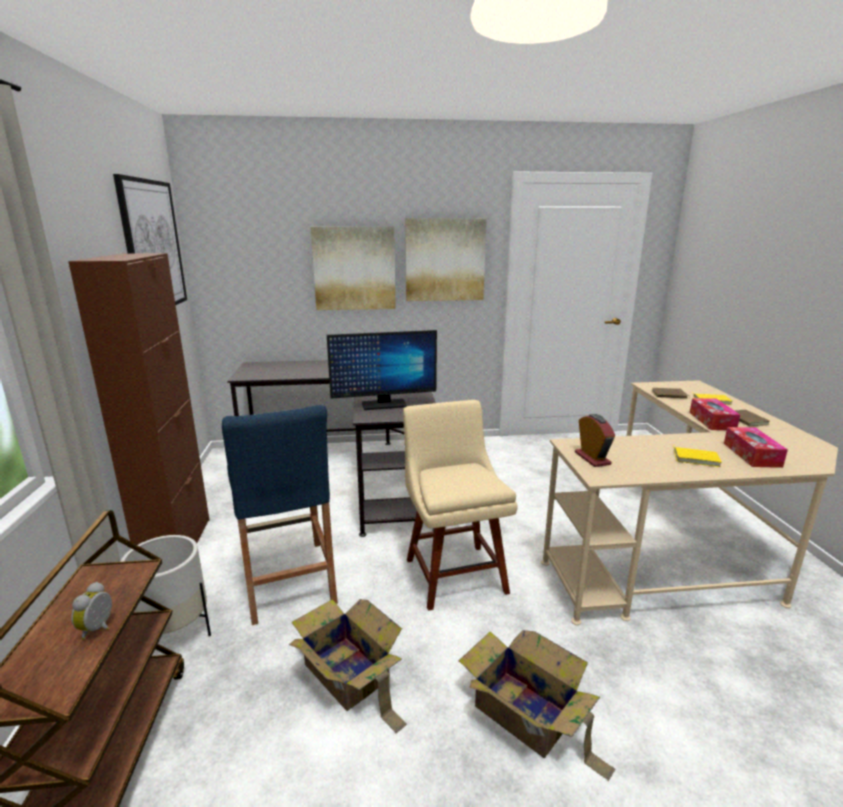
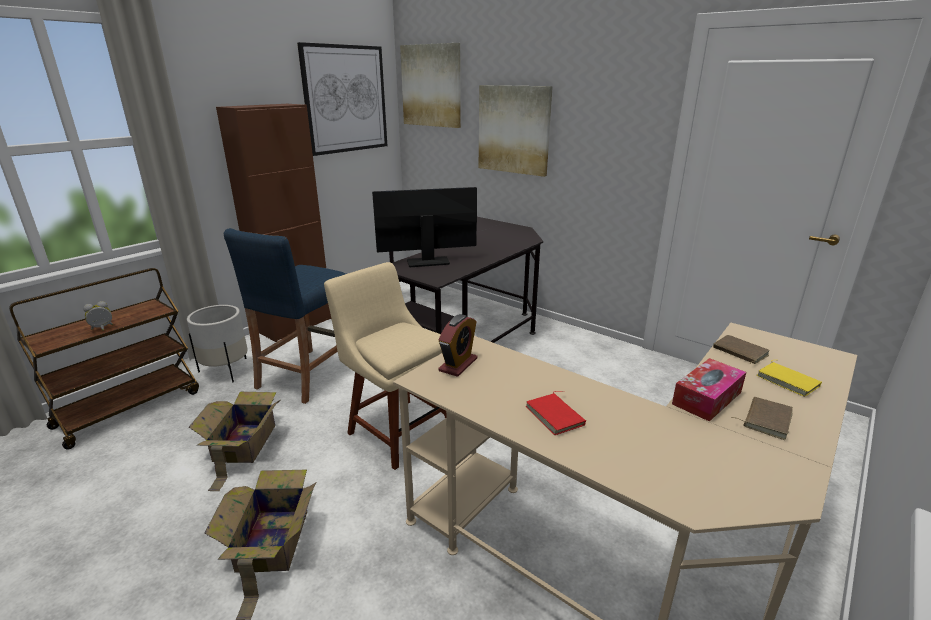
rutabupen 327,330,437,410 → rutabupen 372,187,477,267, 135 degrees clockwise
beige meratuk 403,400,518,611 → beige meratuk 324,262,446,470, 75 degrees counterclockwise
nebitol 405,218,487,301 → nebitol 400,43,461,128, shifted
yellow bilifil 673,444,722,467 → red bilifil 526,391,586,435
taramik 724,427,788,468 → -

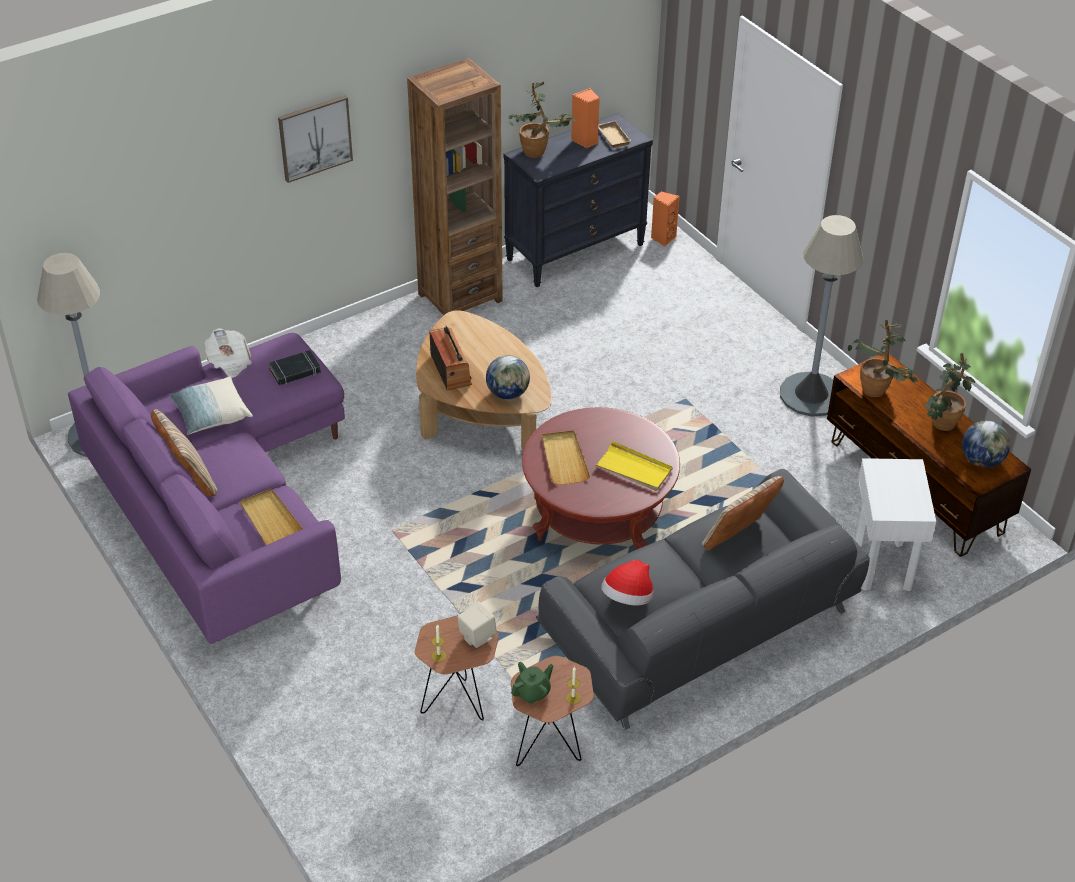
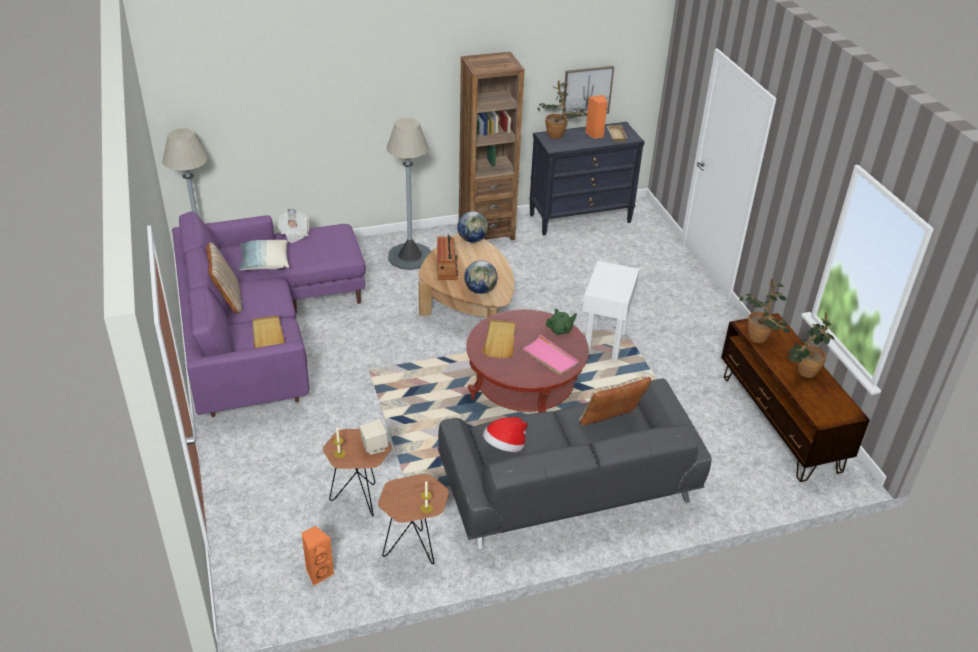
black bilifil 269,350,321,385 → -
nebitol 278,95,353,183 → nebitol 562,66,614,118, shifted
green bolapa 511,662,553,704 → green bolapa 546,308,577,336, shifted
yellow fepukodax 594,441,673,491 → pink fepukodax 520,334,579,376
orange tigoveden 651,191,680,247 → orange tigoveden 301,526,334,586, shifted
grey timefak 780,215,864,417 → grey timefak 386,118,431,270, shifted
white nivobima 855,458,936,591 → white nivobima 582,261,639,360, shifted
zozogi 962,421,1011,468 → zozogi 457,211,488,243, shifted

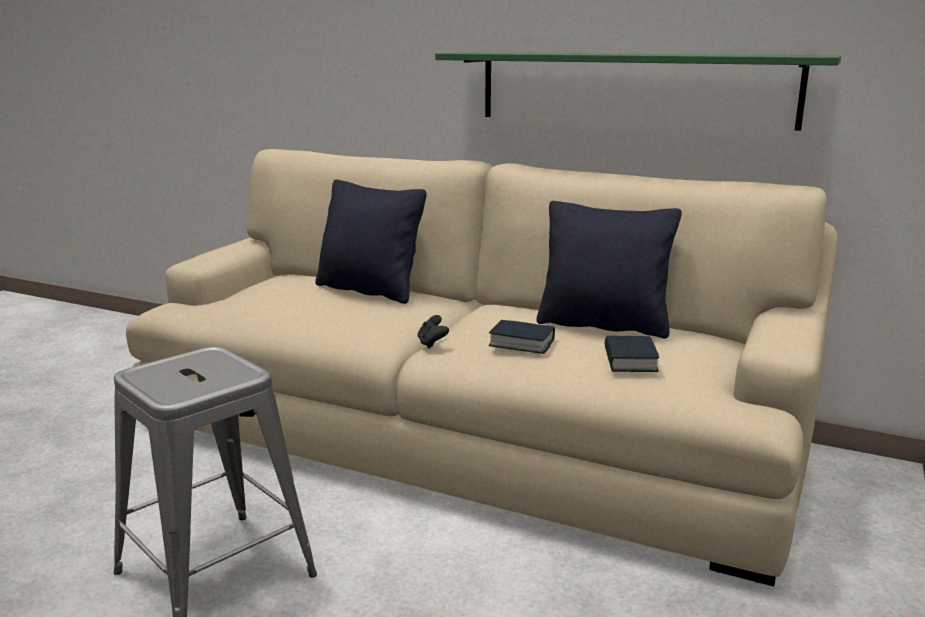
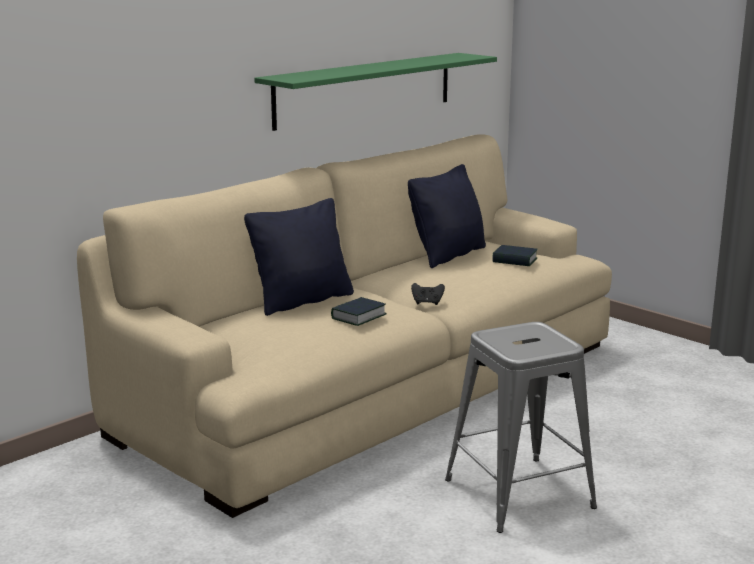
bilifil 489,320,555,354 → bilifil 331,297,387,326, shifted

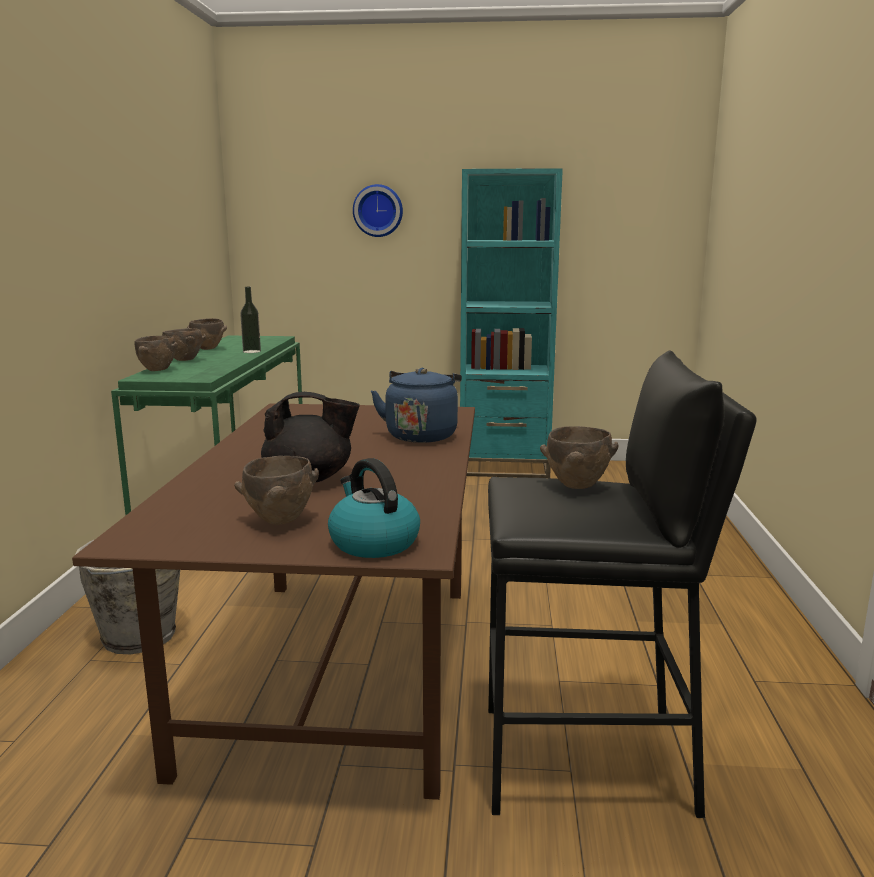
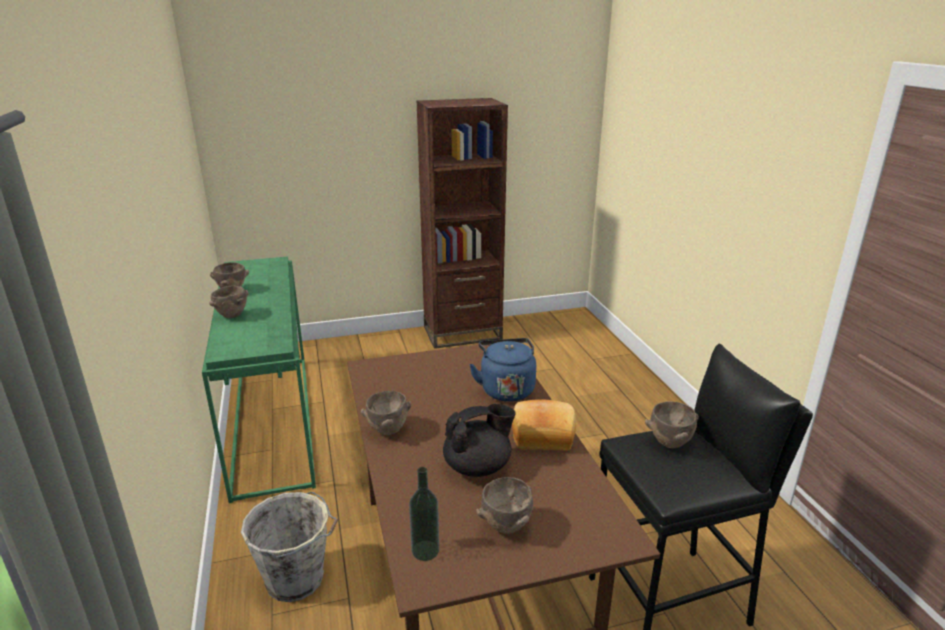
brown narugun 135,336,178,371 → brown narugun 361,391,411,435, shifted
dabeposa 240,287,261,353 → dabeposa 409,467,439,561, shifted
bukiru 328,458,420,558 → -
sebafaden 353,184,403,237 → -
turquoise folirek 460,168,563,478 → brown folirek 416,98,508,349
- → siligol 512,399,576,451

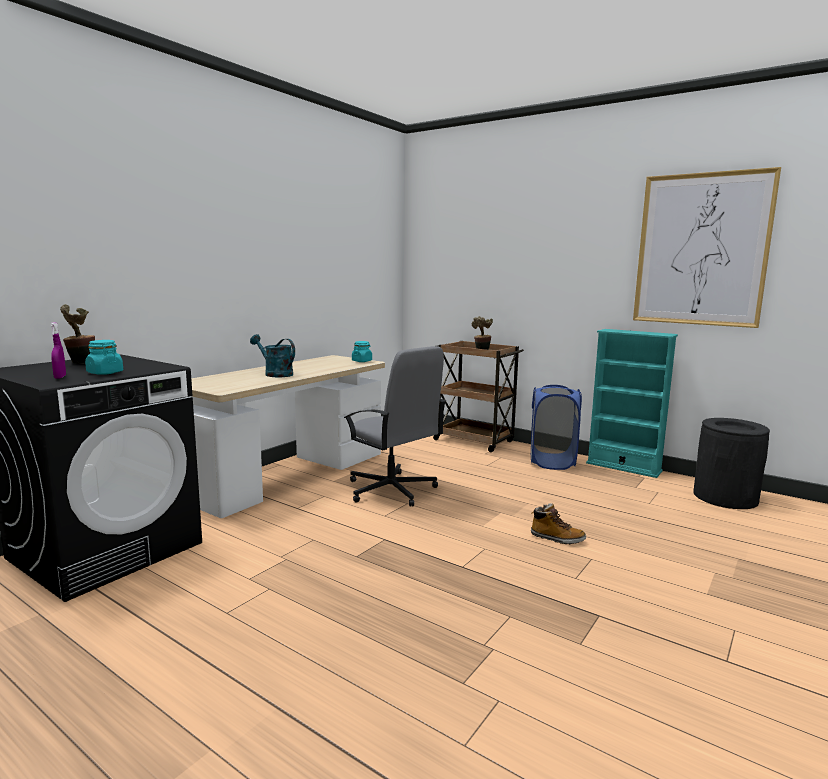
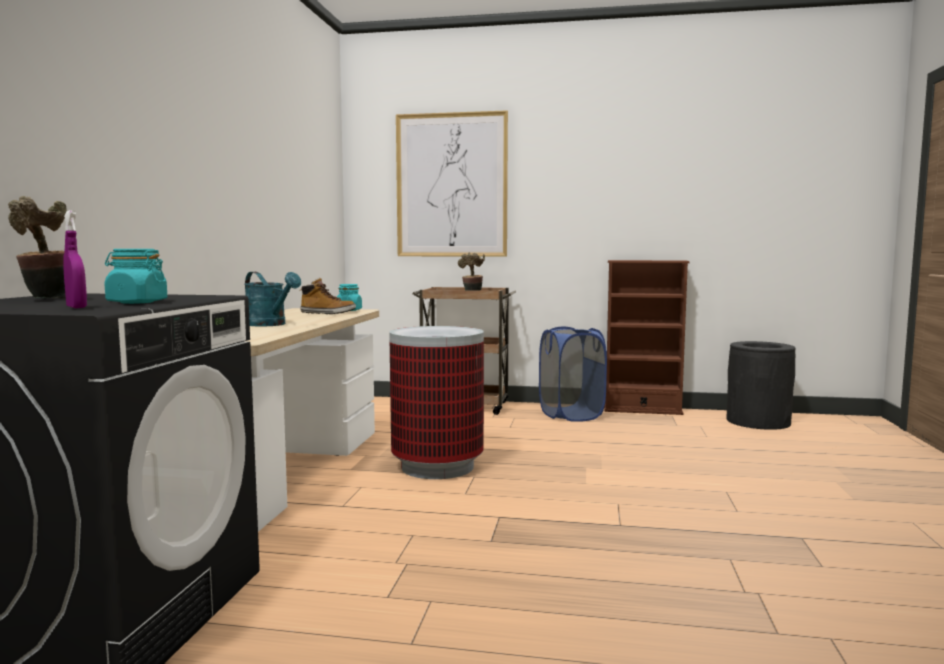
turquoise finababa 250,334,295,377 → turquoise finababa 245,272,301,326, 150 degrees counterclockwise
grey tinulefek 344,346,446,507 → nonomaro 389,326,484,479
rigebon 531,503,586,544 → rigebon 300,277,356,314, shifted
turquoise folirek 586,329,678,478 → brown folirek 604,260,689,415
nebitol 633,167,781,328 → nebitol 396,110,508,257, shifted

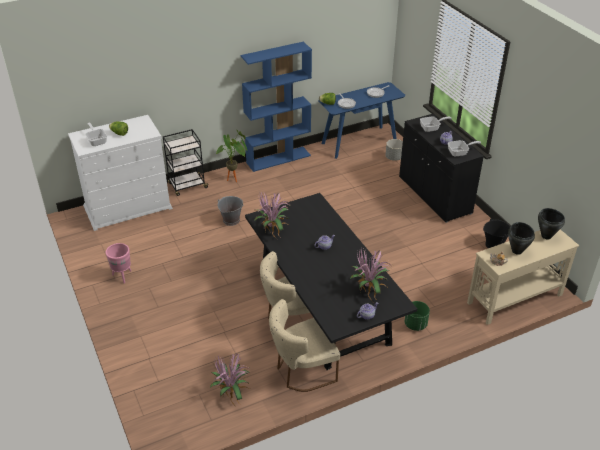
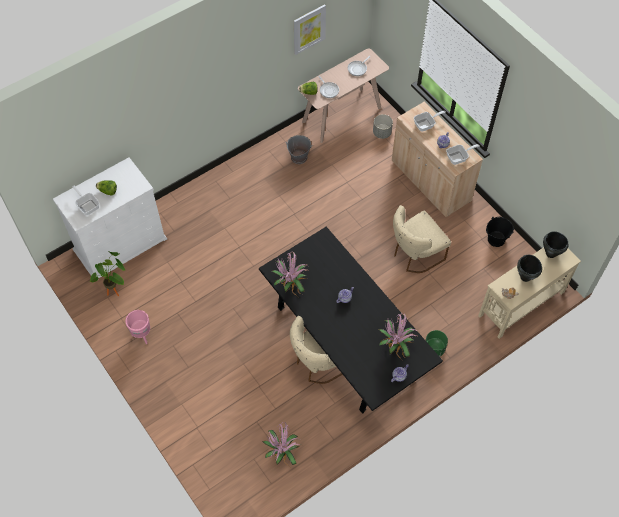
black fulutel 163,129,210,196 → -
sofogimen 216,130,248,182 → sofogimen 90,251,126,296, shifted
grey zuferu 217,196,244,226 → grey zuferu 286,135,313,164, shifted
blue folirek 240,42,312,172 → -
beige meratuk 269,299,340,392 → beige meratuk 393,205,451,273, shifted
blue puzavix 318,82,405,159 → beige puzavix 298,48,389,143
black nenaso 399,114,484,223 → beige nenaso 392,102,483,217
- → nebitol 294,4,326,55

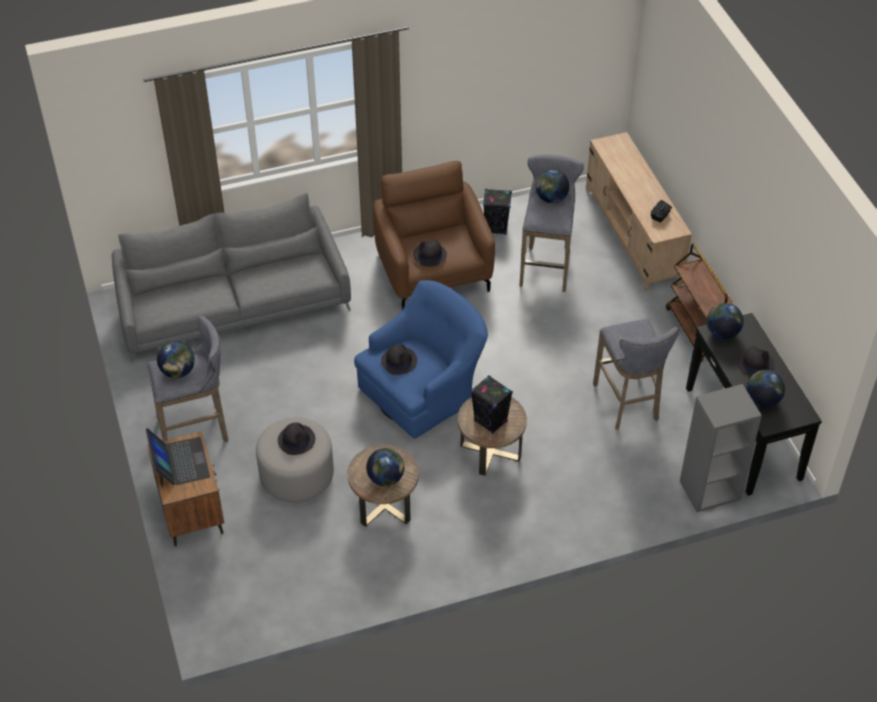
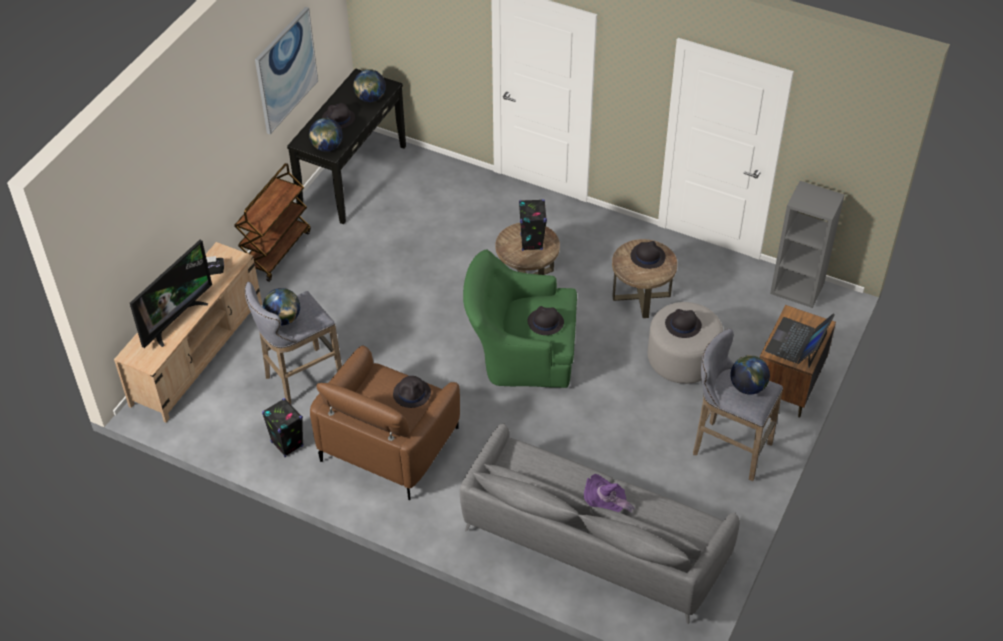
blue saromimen 354,280,488,439 → green saromimen 463,249,577,388
zozogi 366,448,404,487 → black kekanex 630,241,666,269
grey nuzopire 593,319,679,430 → -
grey folirek 680,384,762,512 → grey folirek 770,181,844,308, shifted
- → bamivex 130,240,212,348
- → nebitol 255,7,318,134
- → purple kekanex 584,474,635,513

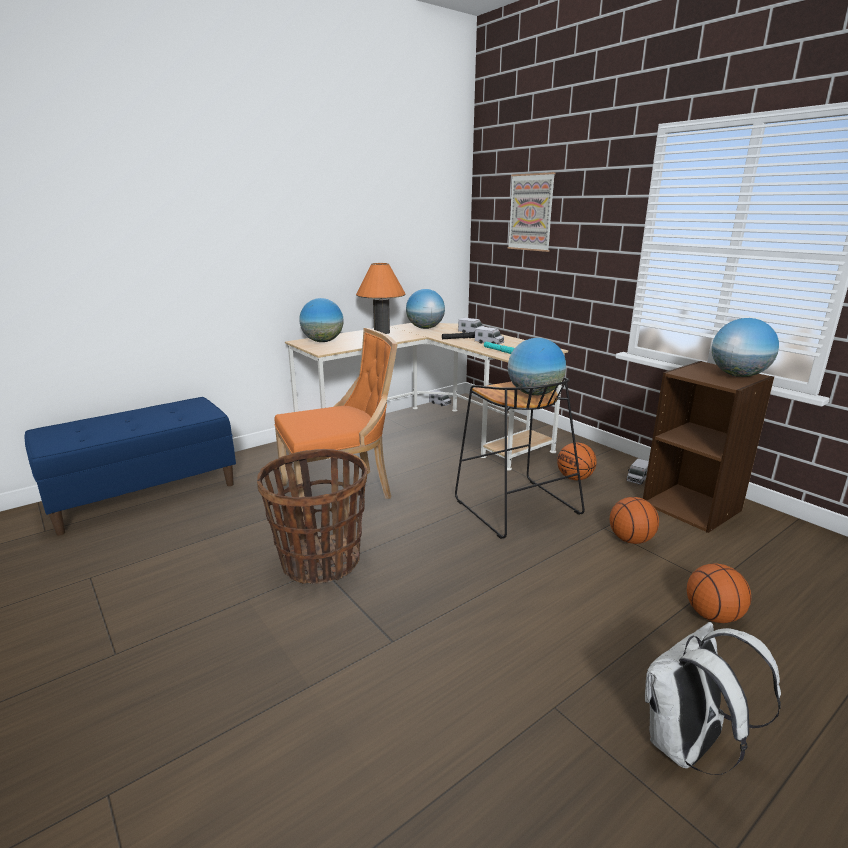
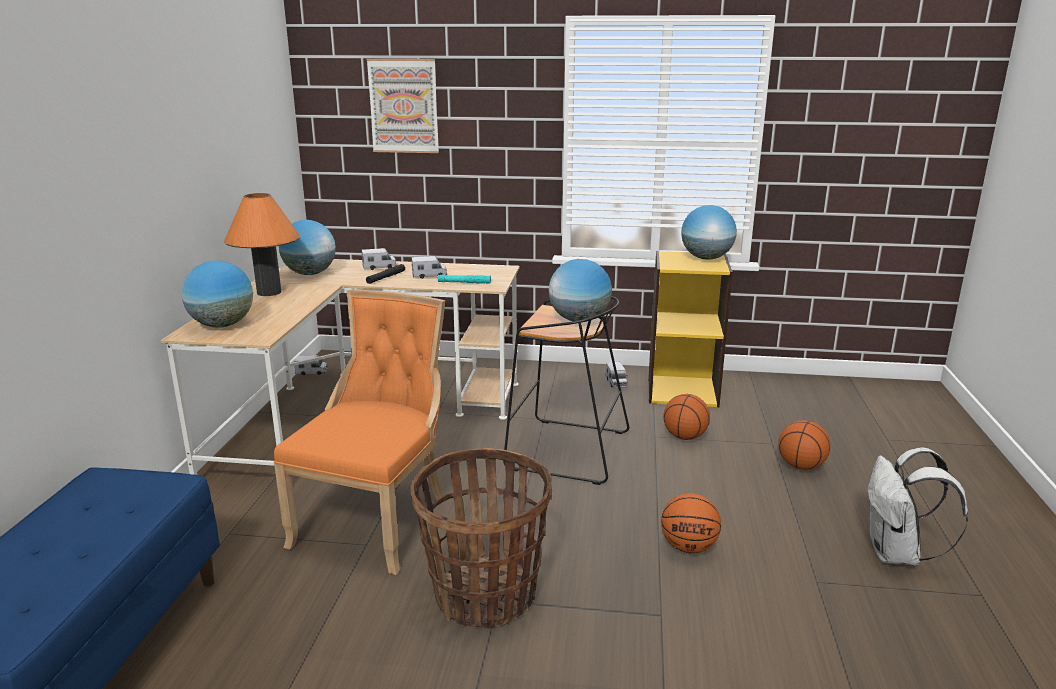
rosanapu 557,442,597,480 → rosanapu 661,493,721,554, shifted
brown folirek 643,361,774,533 → yellow folirek 648,251,733,407

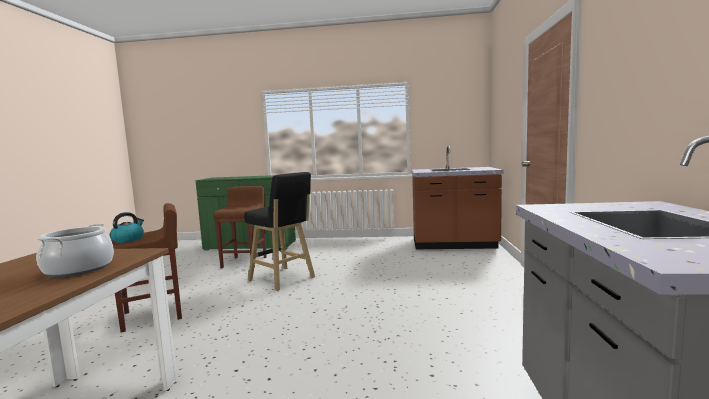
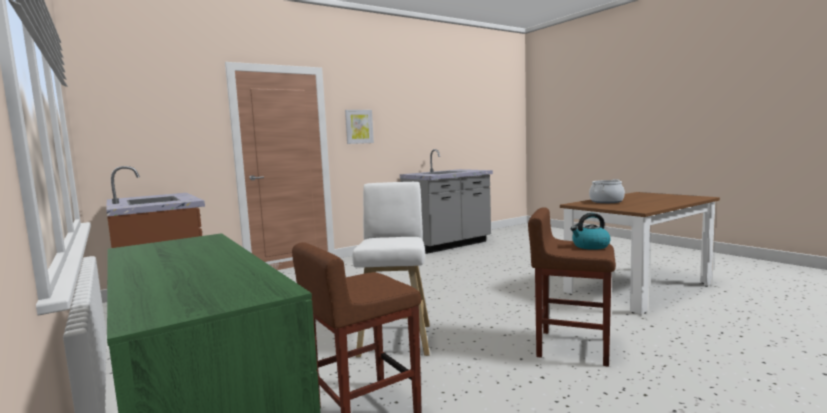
black nuzopire 244,172,315,291 → white nuzopire 352,182,430,357
- → nebitol 345,110,374,144

